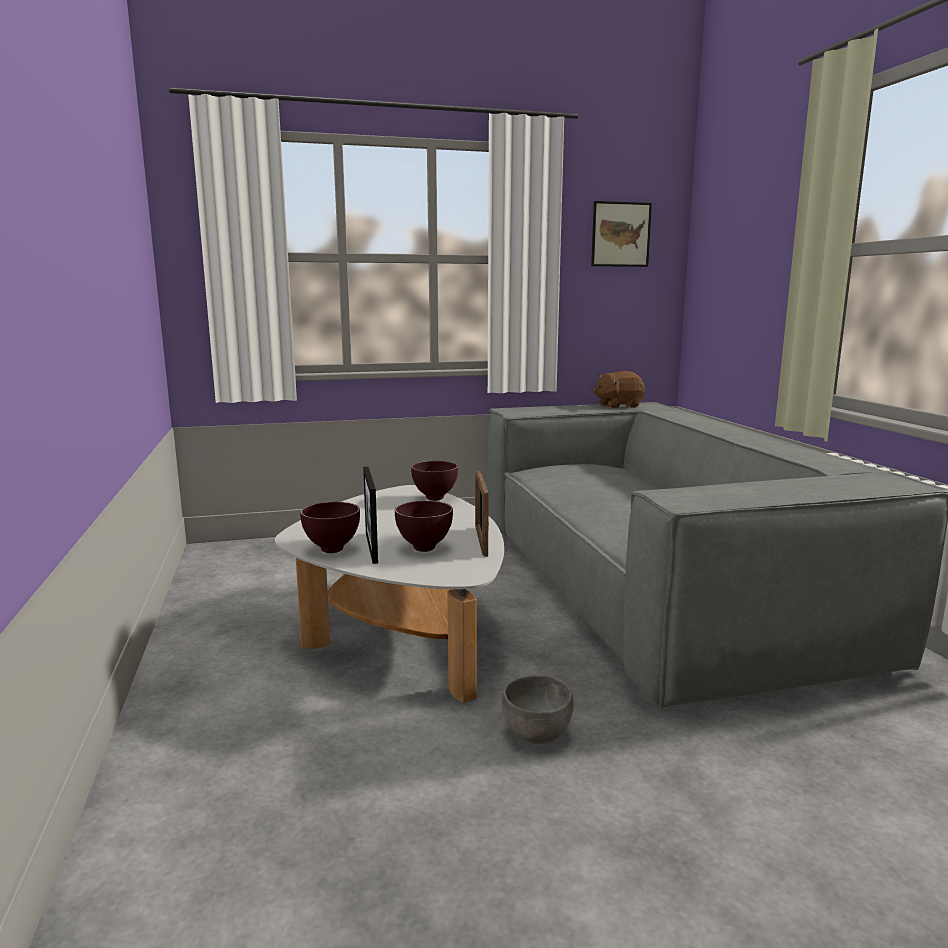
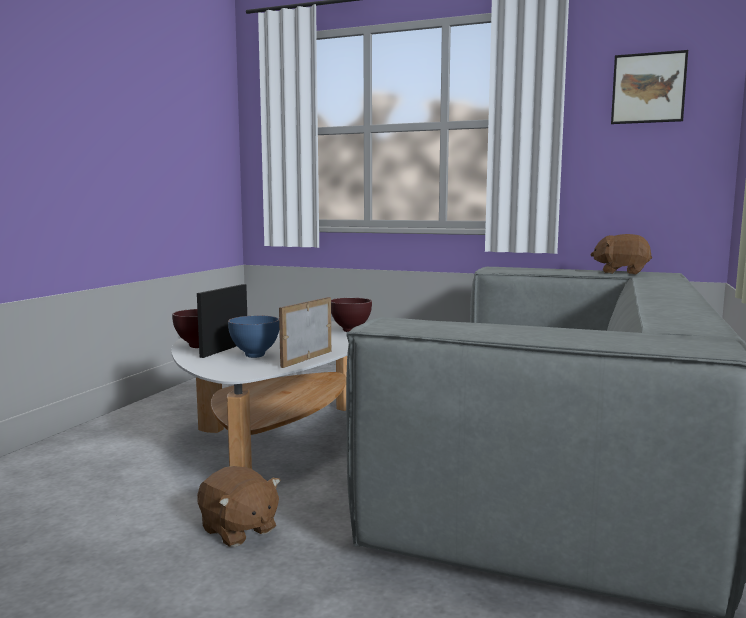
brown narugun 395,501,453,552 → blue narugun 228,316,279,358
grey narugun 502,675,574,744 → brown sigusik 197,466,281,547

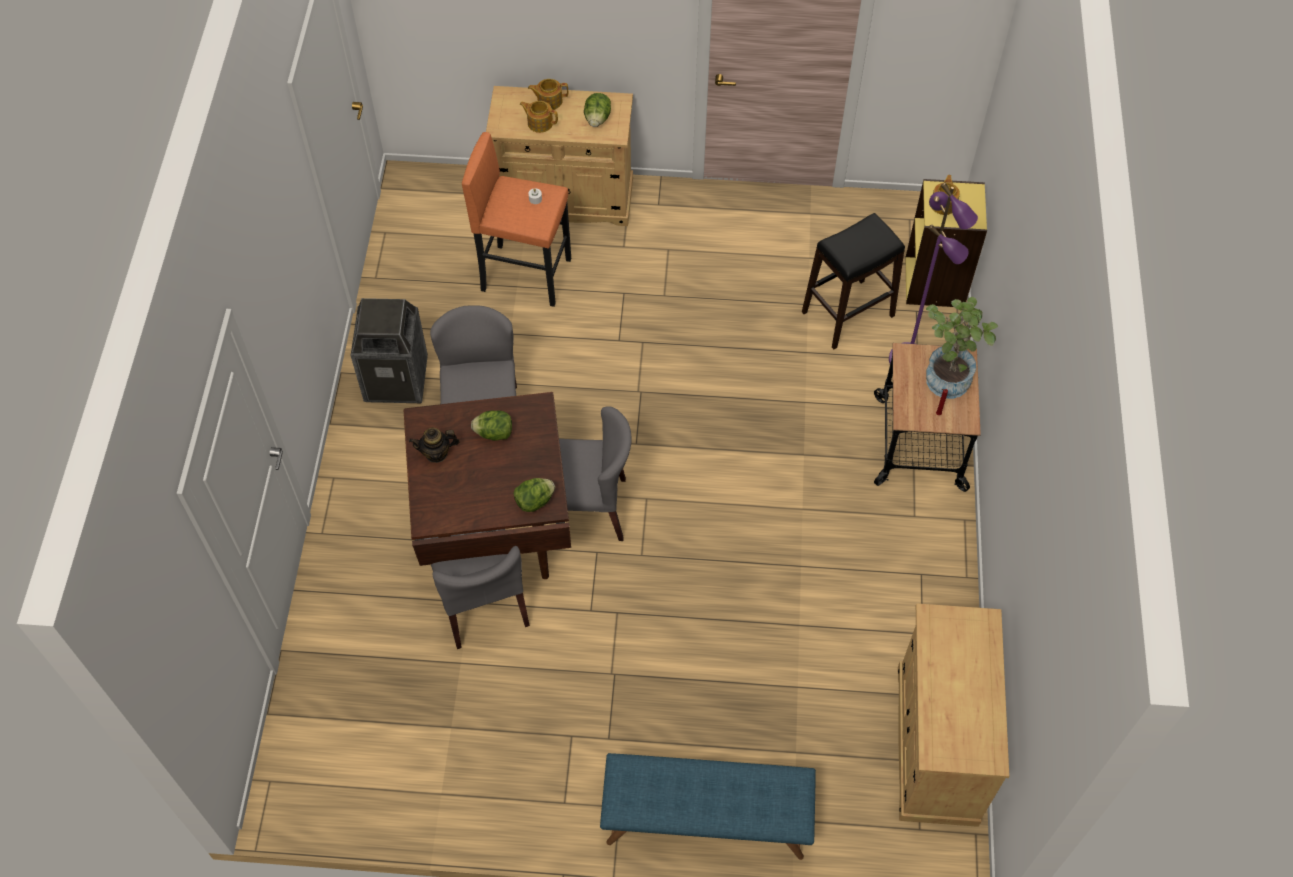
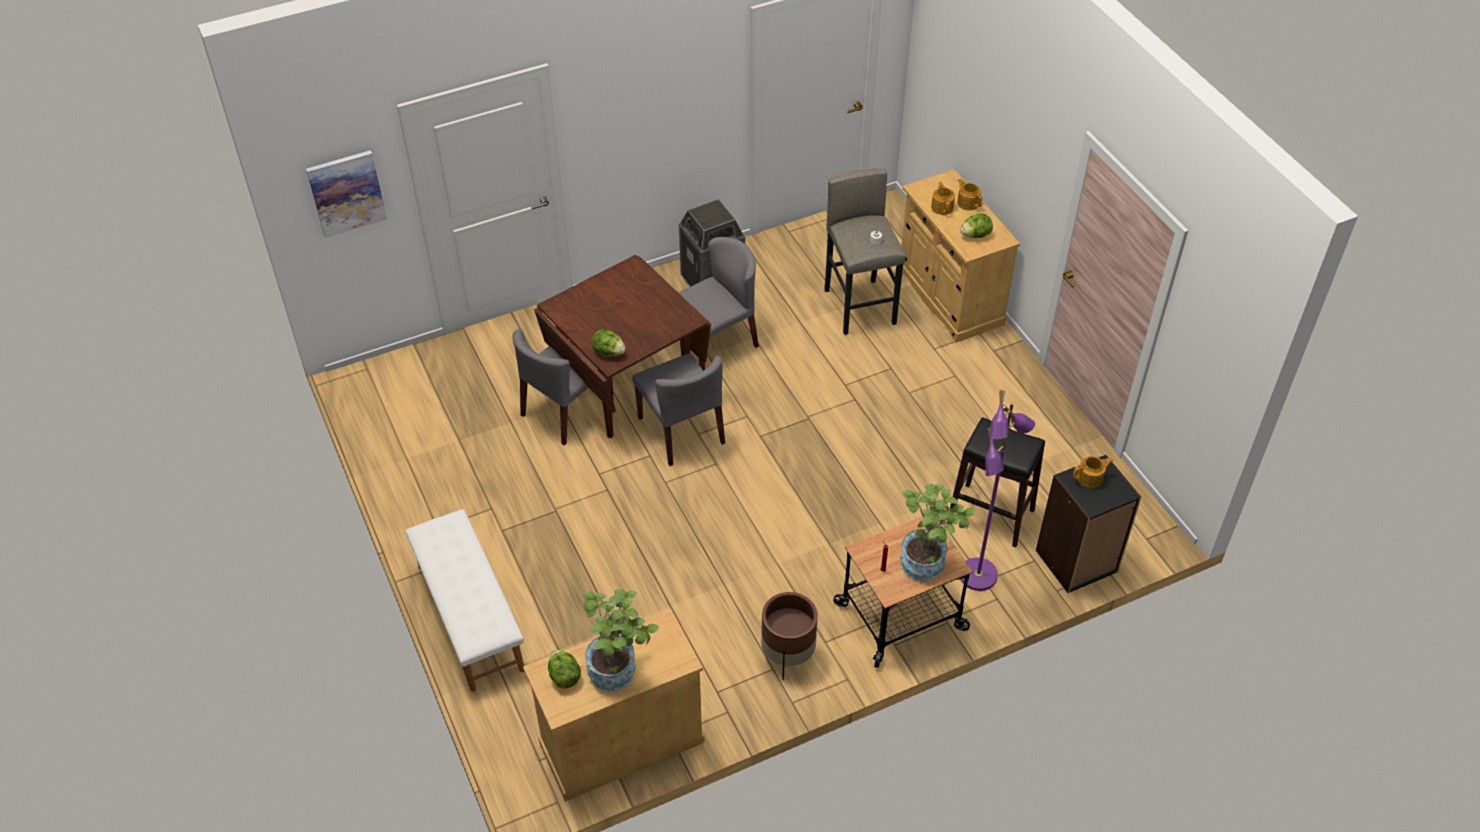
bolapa 409,428,460,463 → -
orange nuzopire 462,132,571,307 → grey nuzopire 824,169,906,335
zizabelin 471,410,512,441 → zizabelin 548,650,581,689, shifted
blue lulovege 600,753,816,860 → white lulovege 405,509,524,692
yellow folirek 906,179,987,307 → black folirek 1036,455,1141,593
- → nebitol 306,150,387,238
- → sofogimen 583,589,659,691
- → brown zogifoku 761,592,818,680

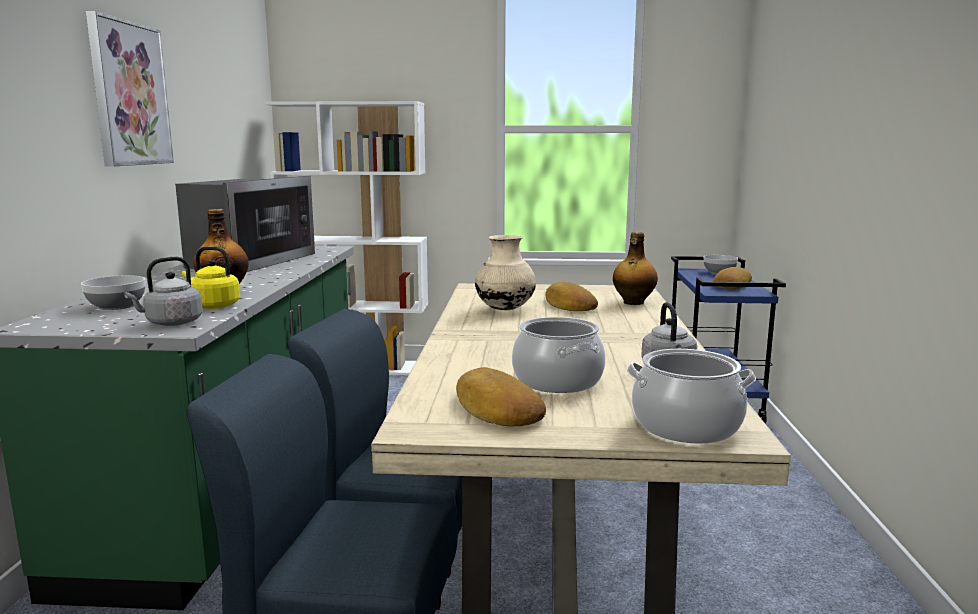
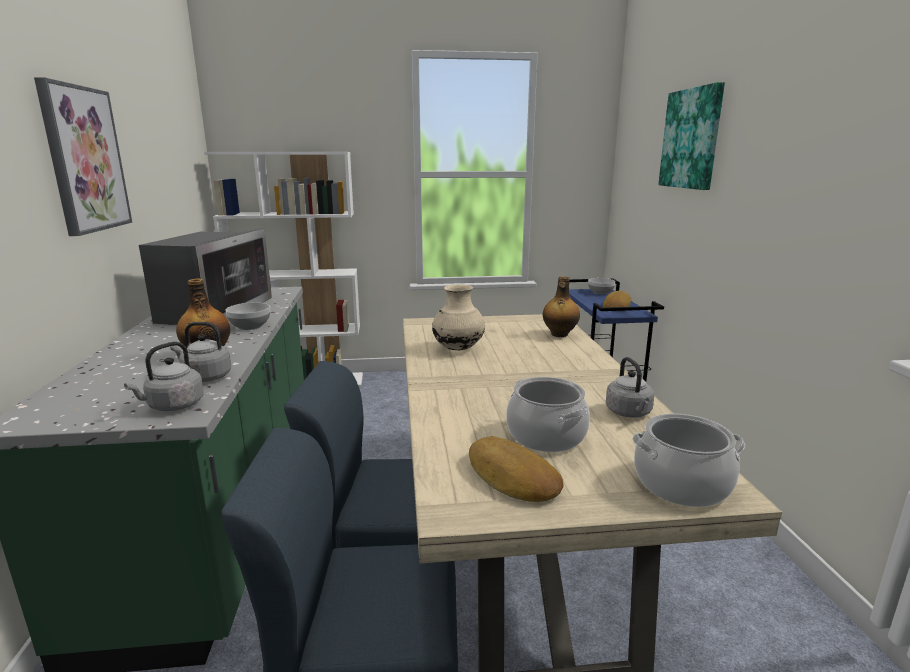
narugun 81,275,145,310 → narugun 225,302,270,330, shifted
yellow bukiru 182,246,240,309 → grey bukiru 170,322,231,382
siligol 545,282,598,311 → -
- → nebitol 658,82,725,190

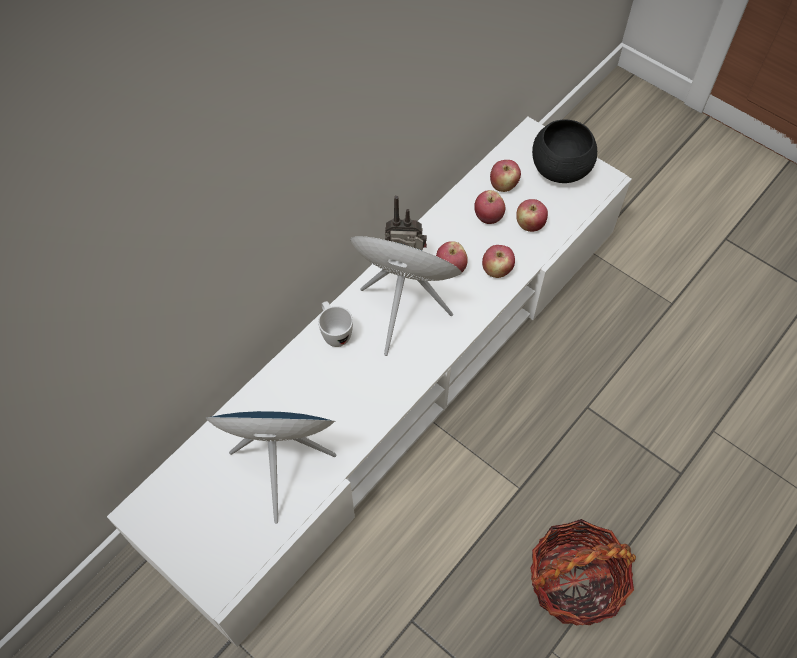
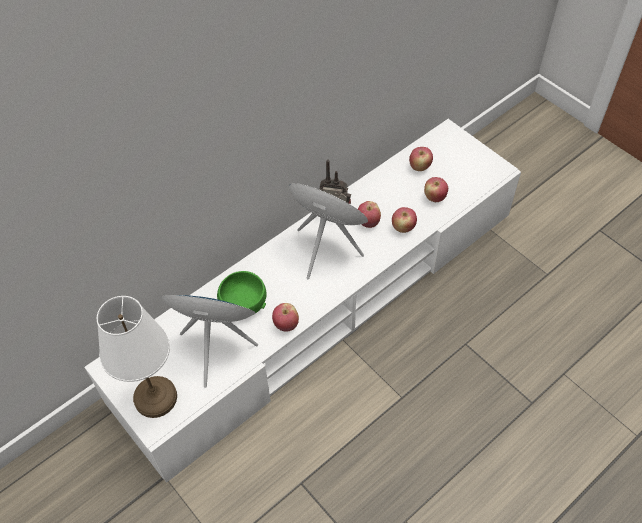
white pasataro 318,301,353,347 → -
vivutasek 474,190,505,224 → vivutasek 272,303,299,331, shifted
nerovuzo 530,519,636,626 → -
black narugun 532,119,597,183 → -
- → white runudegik 97,296,177,418
- → green narugun 217,271,267,314

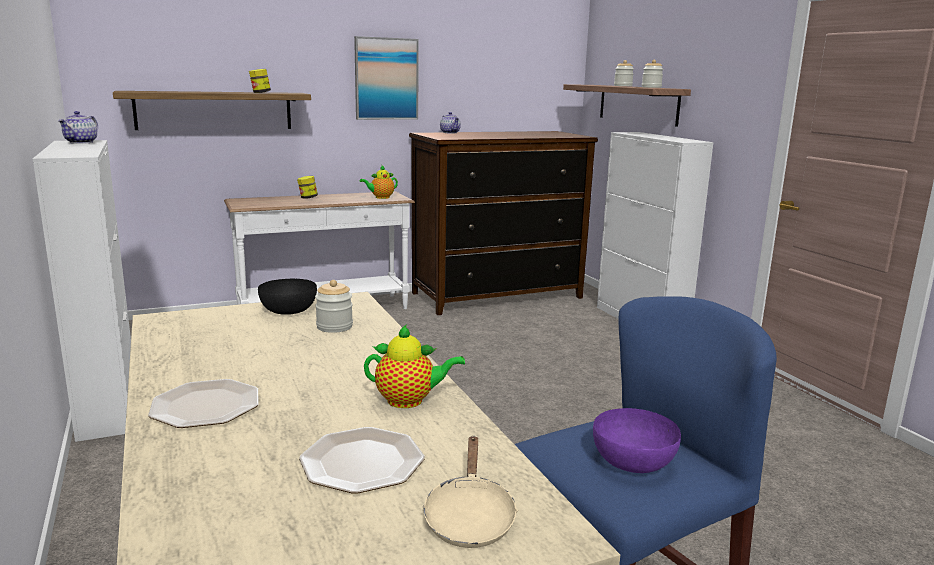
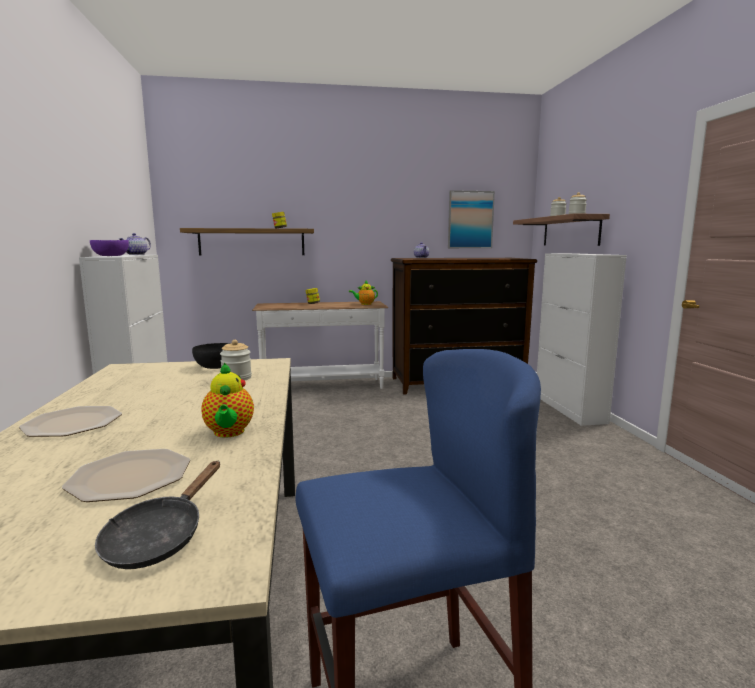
nebitol 354,36,419,120 → nebitol 448,190,495,248, shifted
bolapa 364,324,465,408 → bolapa 201,362,254,438, 60 degrees clockwise
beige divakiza 422,436,518,548 → black divakiza 95,461,220,569
purple narugun 593,408,681,473 → purple narugun 90,240,129,256, shifted

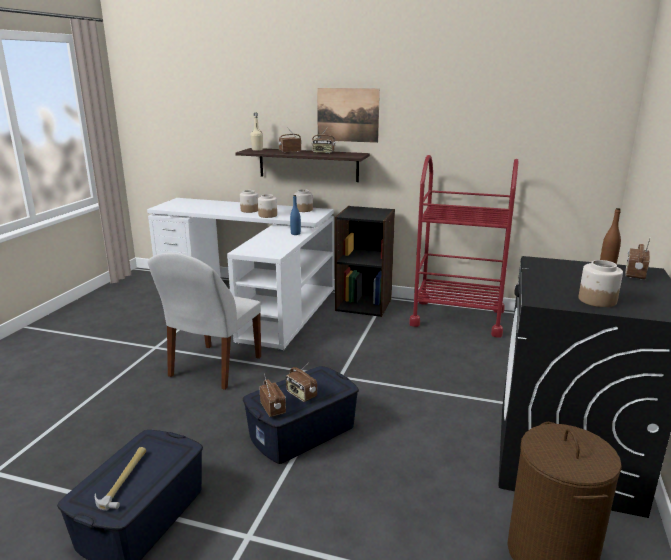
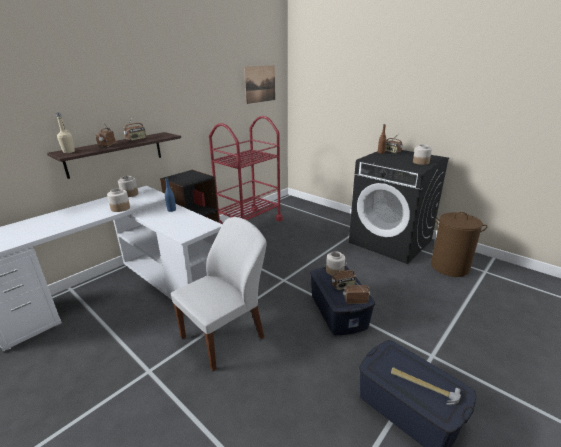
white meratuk 148,253,261,390 → white meratuk 171,217,267,371, 90 degrees counterclockwise
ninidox 240,190,258,213 → ninidox 326,251,345,275, shifted
nebitol 317,88,380,143 → nebitol 244,65,275,104, shifted

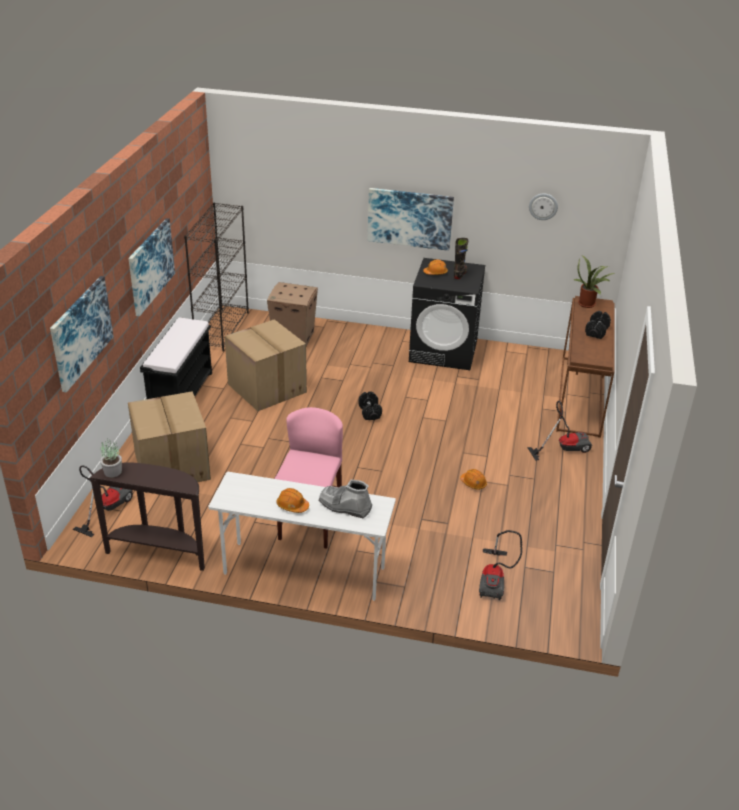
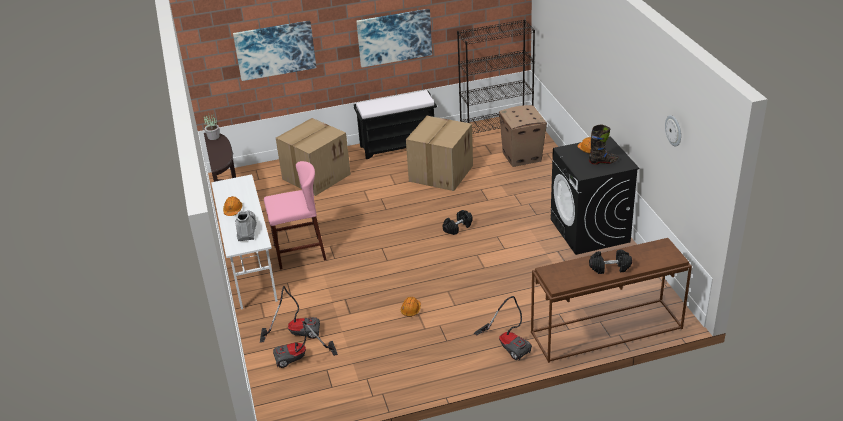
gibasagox 73,465,133,537 → gibasagox 260,286,320,343, shifted
nebitol 368,188,454,251 → -
sofogimen 573,256,616,308 → -

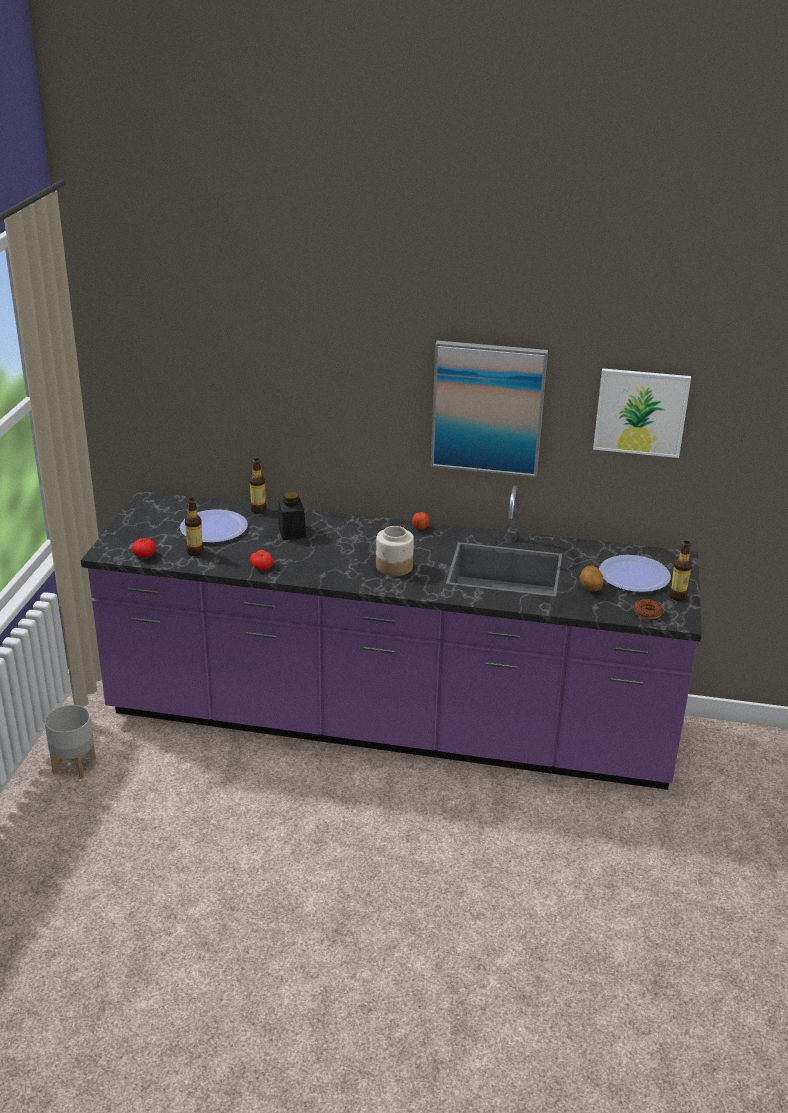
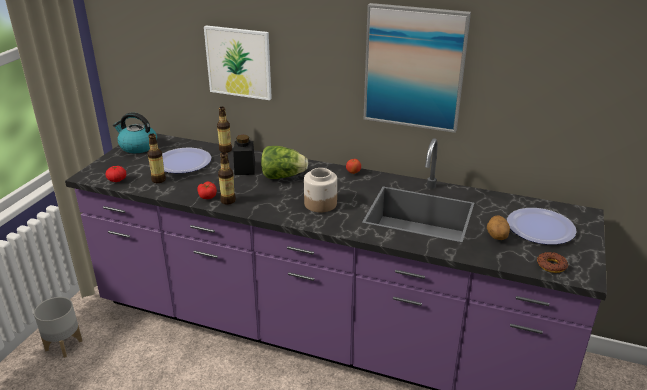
nebitol 593,368,691,458 → nebitol 204,25,272,100, shifted
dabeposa 669,541,692,601 → dabeposa 218,152,236,205, shifted
- → bukiru 113,112,157,153
- → zizabelin 261,146,308,179

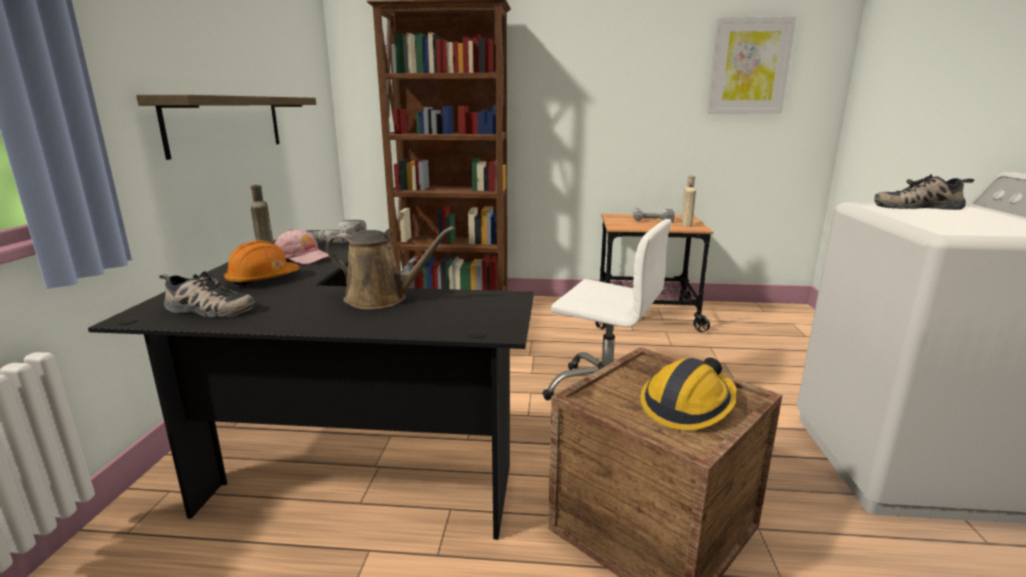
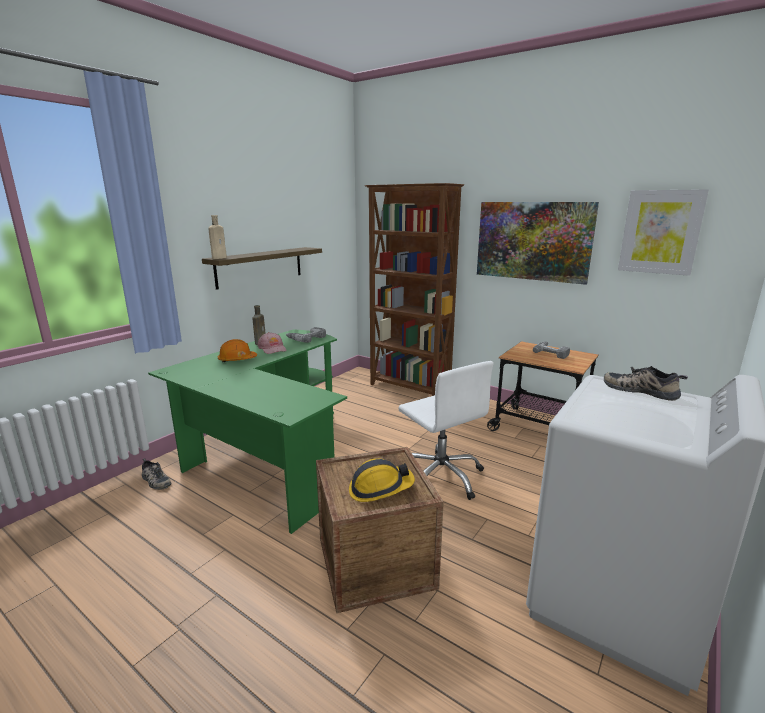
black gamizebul 88,230,534,540 → green gamizebul 148,329,347,534
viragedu 159,271,255,317 → viragedu 142,458,171,490, shifted
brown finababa 326,226,455,309 → -
beige dabeposa 681,175,696,227 → beige dabeposa 208,215,227,259, shifted
- → nebitol 477,202,599,285

